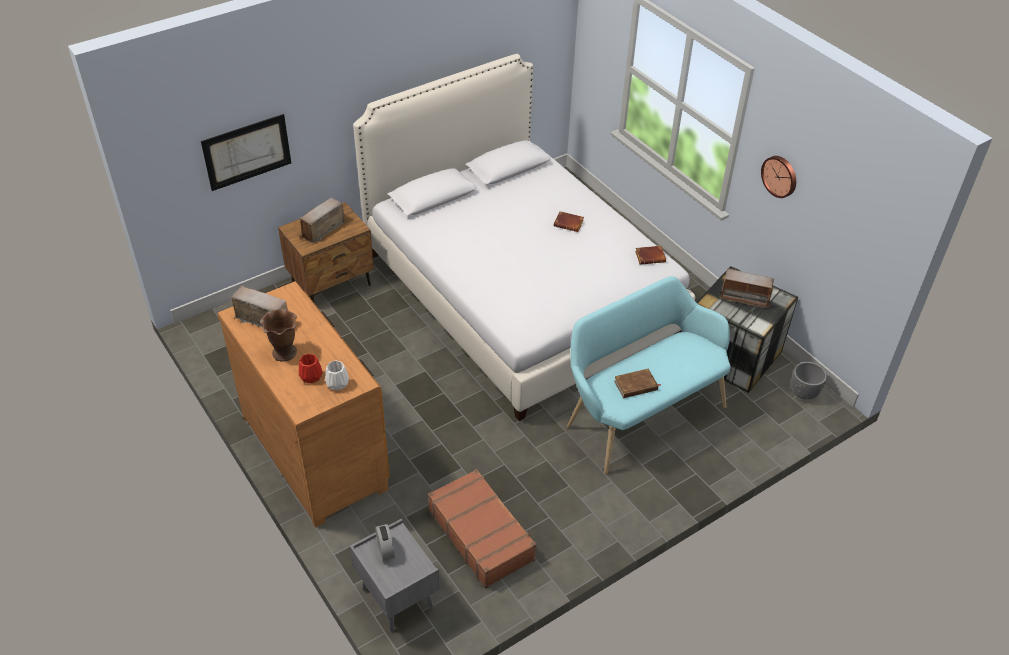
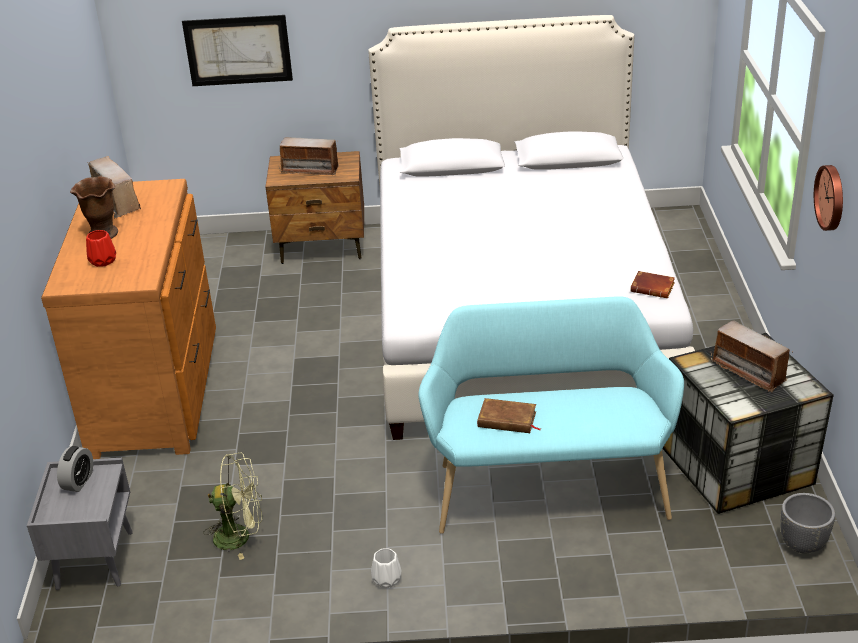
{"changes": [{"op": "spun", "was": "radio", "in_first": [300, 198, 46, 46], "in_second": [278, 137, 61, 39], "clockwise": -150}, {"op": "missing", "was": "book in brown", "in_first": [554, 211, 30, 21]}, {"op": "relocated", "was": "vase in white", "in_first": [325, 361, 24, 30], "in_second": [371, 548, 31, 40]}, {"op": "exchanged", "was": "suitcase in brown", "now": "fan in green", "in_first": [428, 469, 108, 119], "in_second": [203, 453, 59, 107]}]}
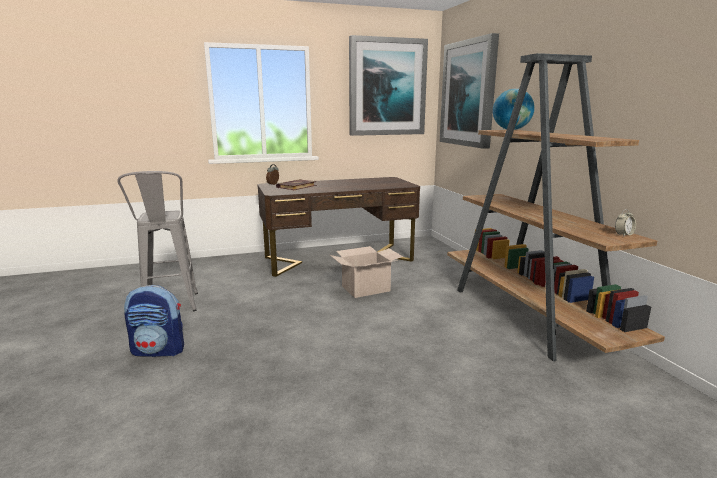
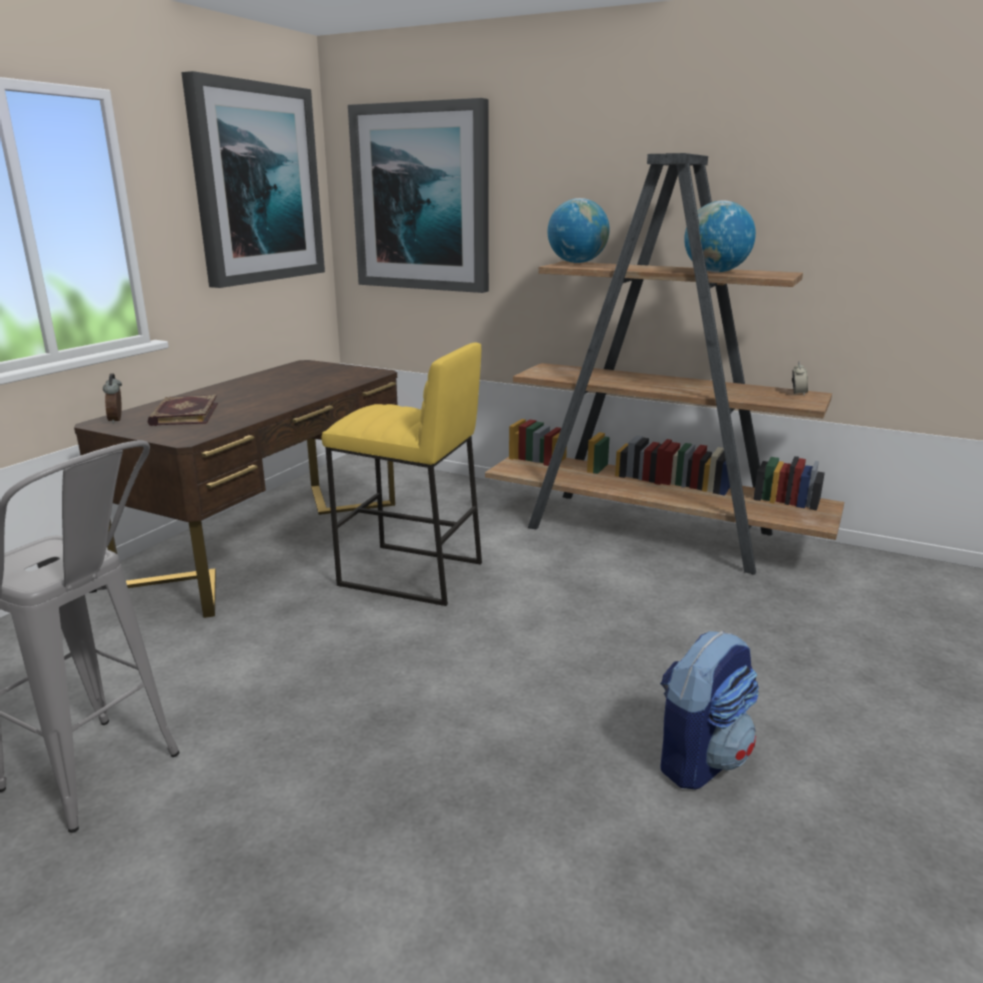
{"changes": [{"op": "exchanged", "was": "cardboard box", "now": "stool in yellow", "in_first": [330, 246, 73, 52], "in_second": [321, 343, 161, 263]}, {"op": "relocated", "was": "backpack", "in_first": [124, 285, 60, 72], "in_second": [660, 631, 99, 158]}, {"op": "appeared", "now": "globe", "in_second": [684, 200, 72, 72]}]}
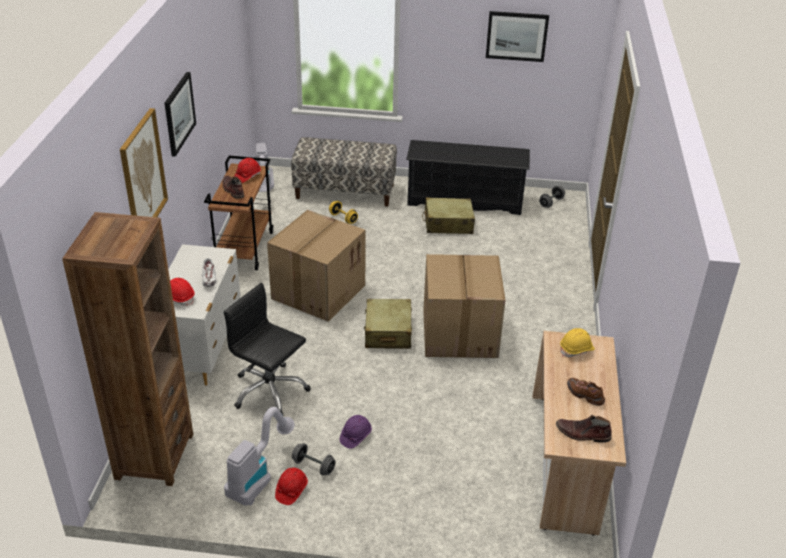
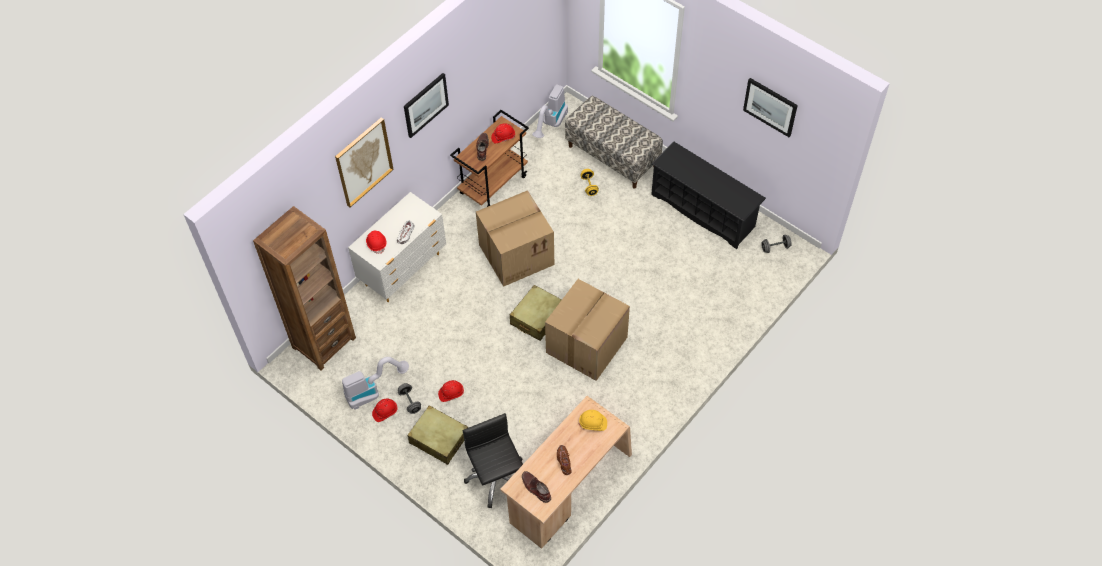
{"changes": [{"op": "relocated", "was": "suitcase in beige", "in_first": [422, 197, 53, 37], "in_second": [408, 405, 60, 60]}, {"op": "relocated", "was": "office chair in black", "in_first": [224, 283, 87, 132], "in_second": [463, 413, 60, 95]}, {"op": "colour", "was": "hard hat in purple", "now": "hard hat in red", "in_first": [339, 415, 33, 34], "in_second": [438, 380, 26, 22]}]}
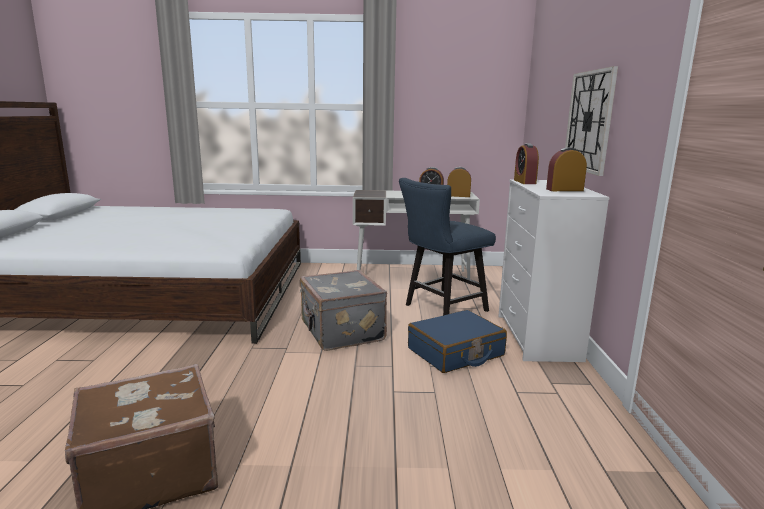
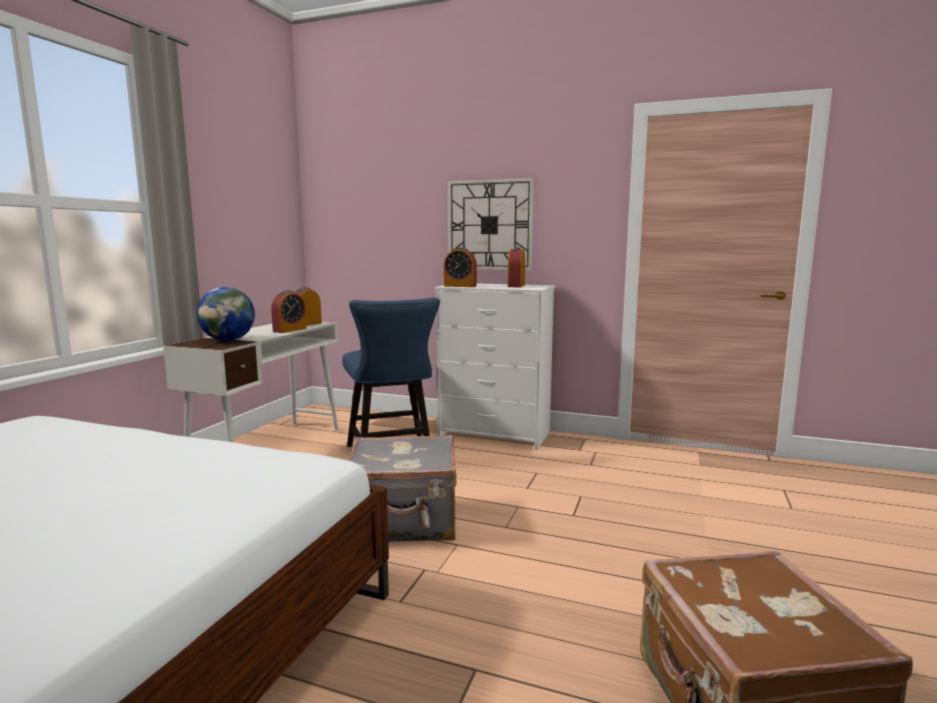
{"changes": [{"op": "missing", "was": "suitcase in blue", "in_first": [408, 310, 99, 63]}, {"op": "appeared", "now": "globe", "in_second": [196, 287, 59, 54]}]}
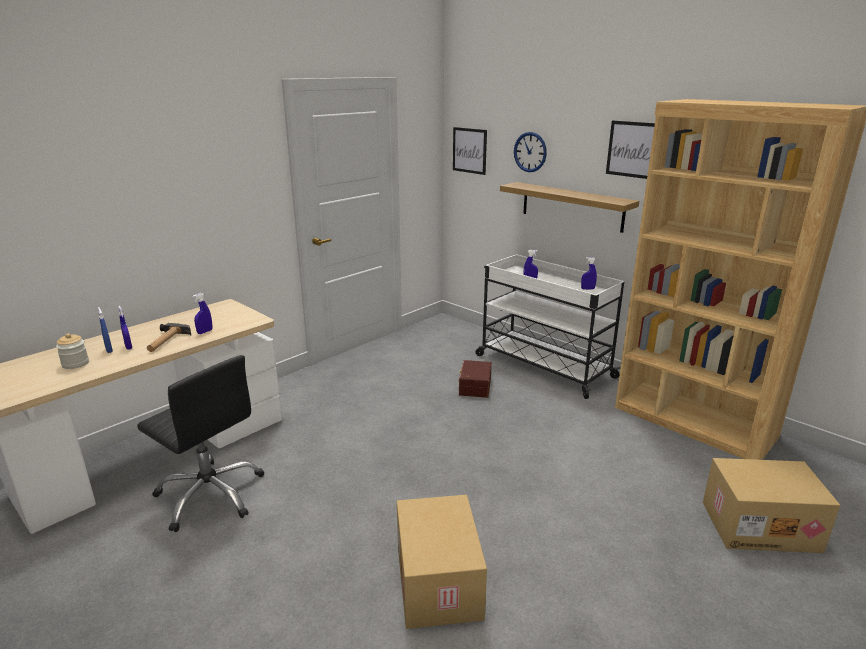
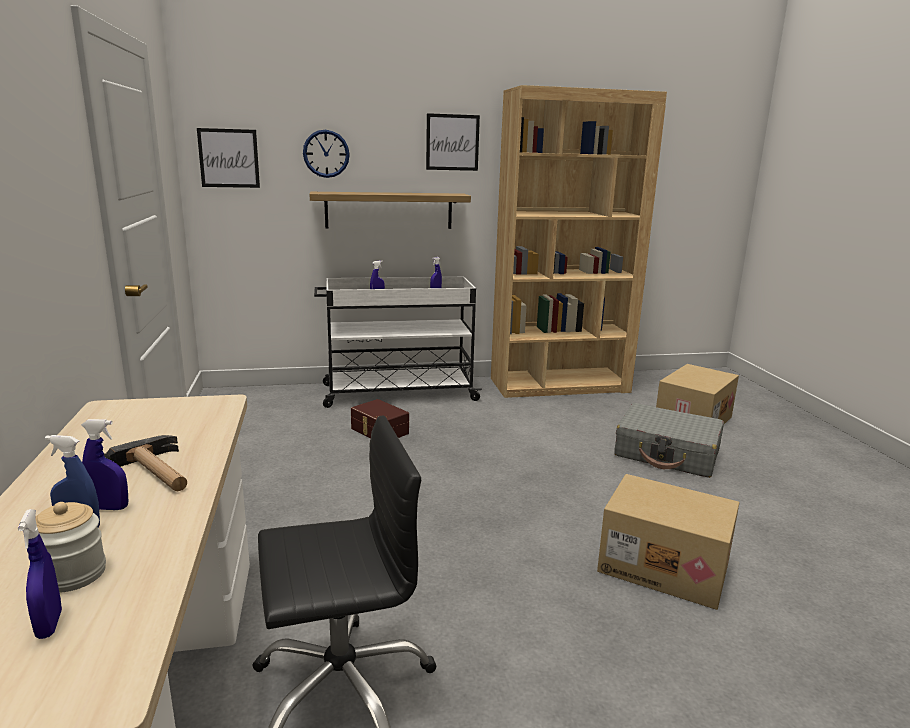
{"changes": [{"op": "relocated", "was": "spray bottle in blue", "in_first": [192, 293, 20, 41], "in_second": [18, 509, 44, 130]}, {"op": "appeared", "now": "suitcase in grey", "in_second": [614, 403, 110, 75]}]}
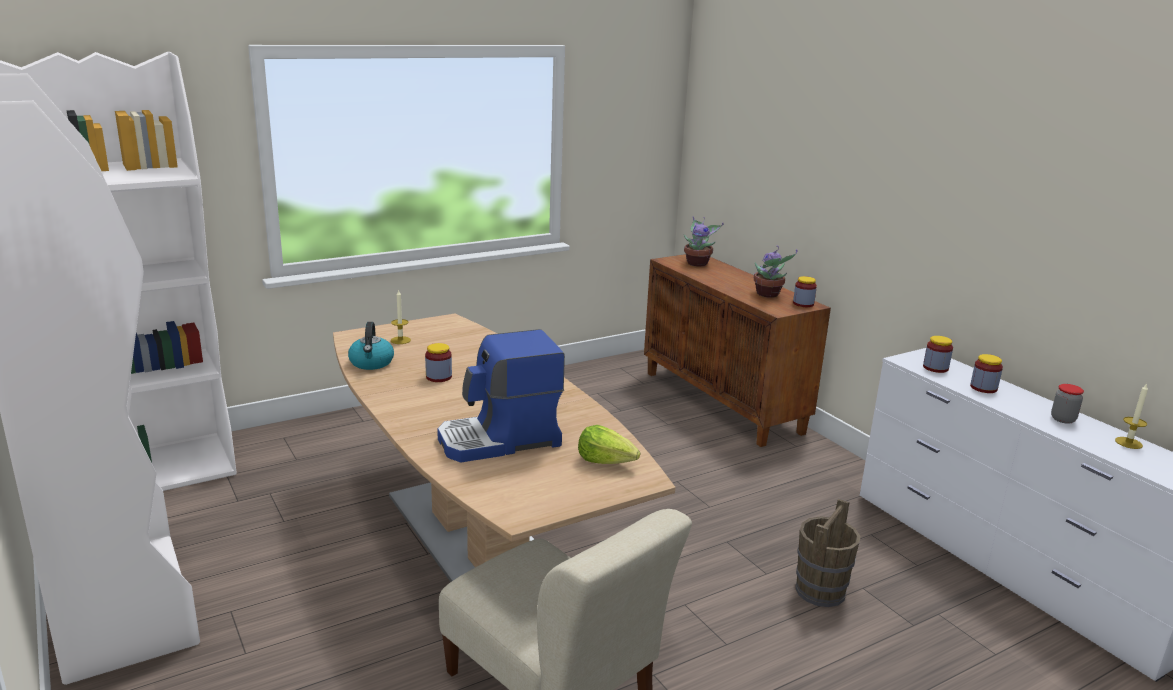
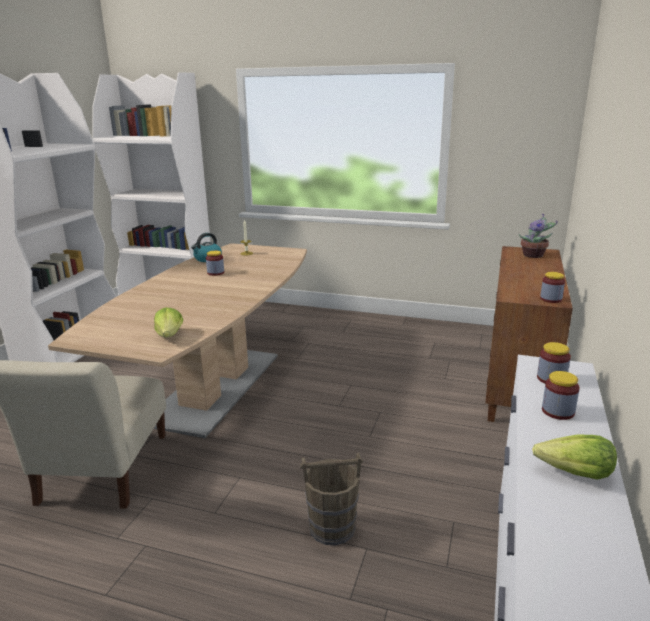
{"changes": [{"op": "missing", "was": "potted plant", "in_first": [754, 246, 44, 52]}, {"op": "missing", "was": "coffee machine", "in_first": [437, 329, 128, 133]}, {"op": "missing", "was": "candle", "in_first": [1115, 383, 33, 66]}, {"op": "exchanged", "was": "jar", "now": "lettuce", "in_first": [1051, 384, 33, 40], "in_second": [532, 435, 85, 45]}]}
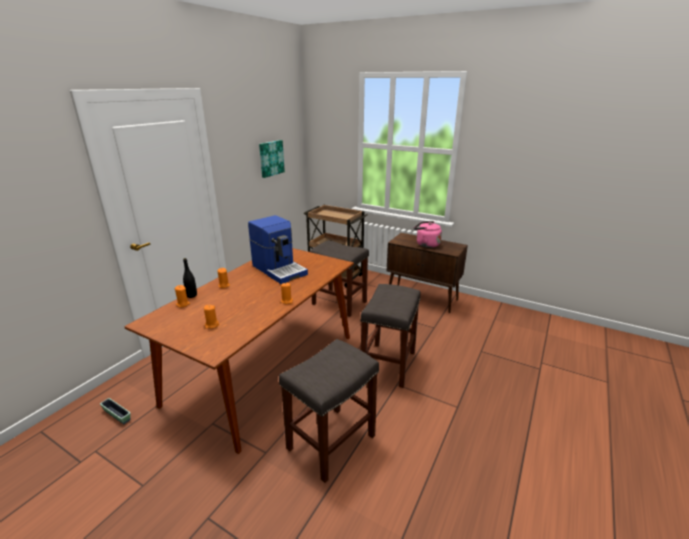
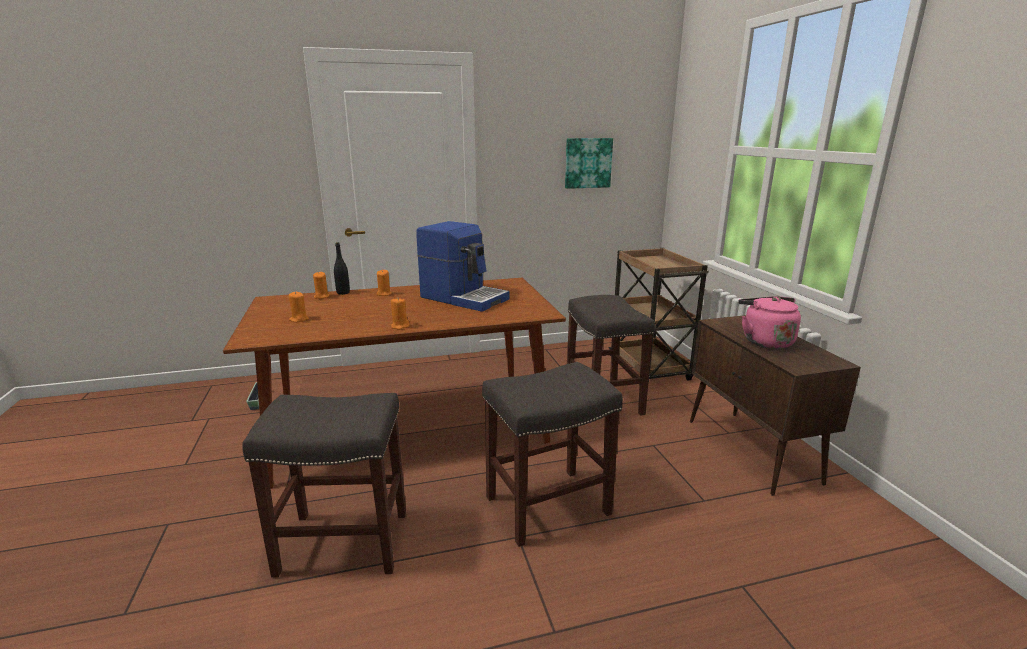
{"changes": [{"op": "spun", "was": "coffee machine", "in_first": [248, 215, 60, 69], "in_second": [416, 221, 93, 91], "clockwise": -60}]}
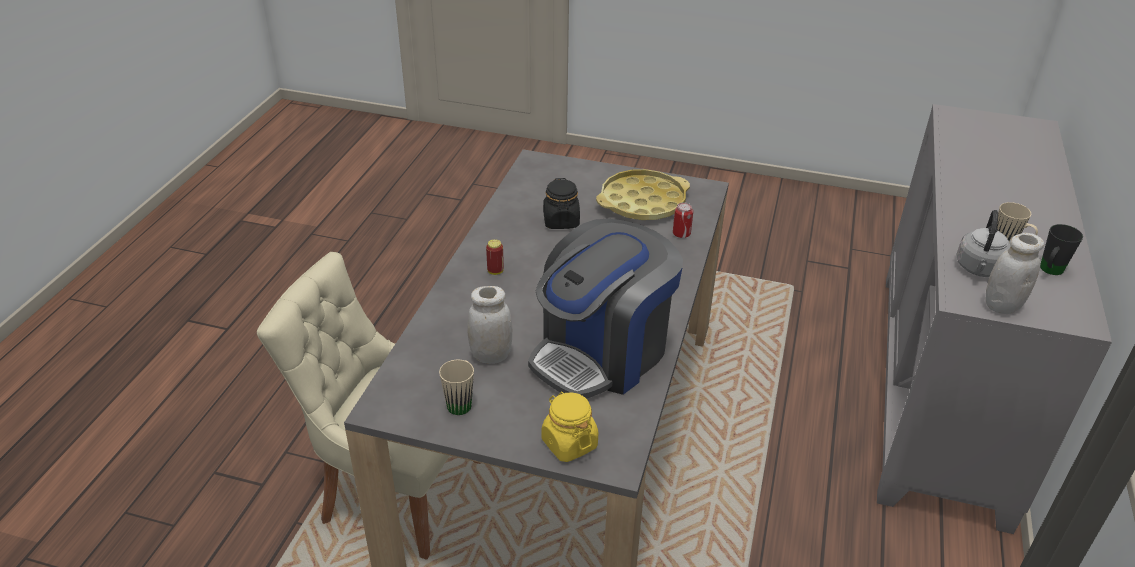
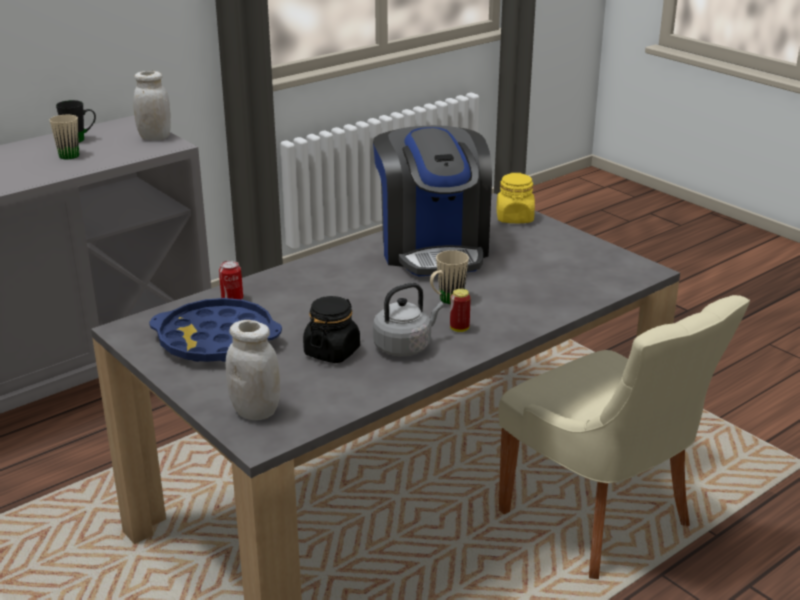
{"changes": [{"op": "colour", "was": "tray in yellow", "now": "tray in blue", "in_first": [596, 169, 94, 51], "in_second": [149, 298, 133, 64]}, {"op": "relocated", "was": "kettle in grey", "in_first": [956, 210, 54, 67], "in_second": [373, 283, 71, 73]}, {"op": "spun", "was": "coffee machine", "in_first": [528, 218, 155, 181], "in_second": [373, 125, 119, 151], "clockwise": 90}, {"op": "relocated", "was": "jar in white", "in_first": [468, 286, 44, 78], "in_second": [226, 320, 54, 100]}, {"op": "relocated", "was": "mug in beige", "in_first": [439, 359, 35, 56], "in_second": [430, 250, 39, 54]}]}
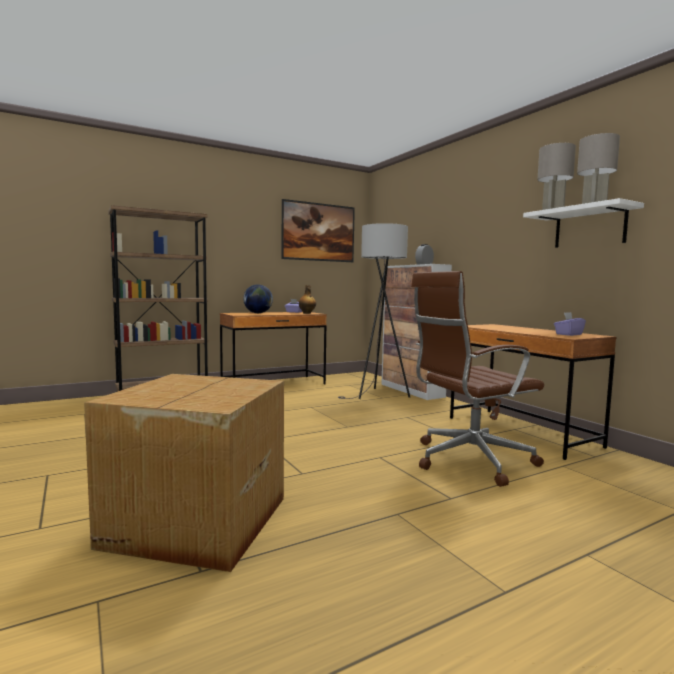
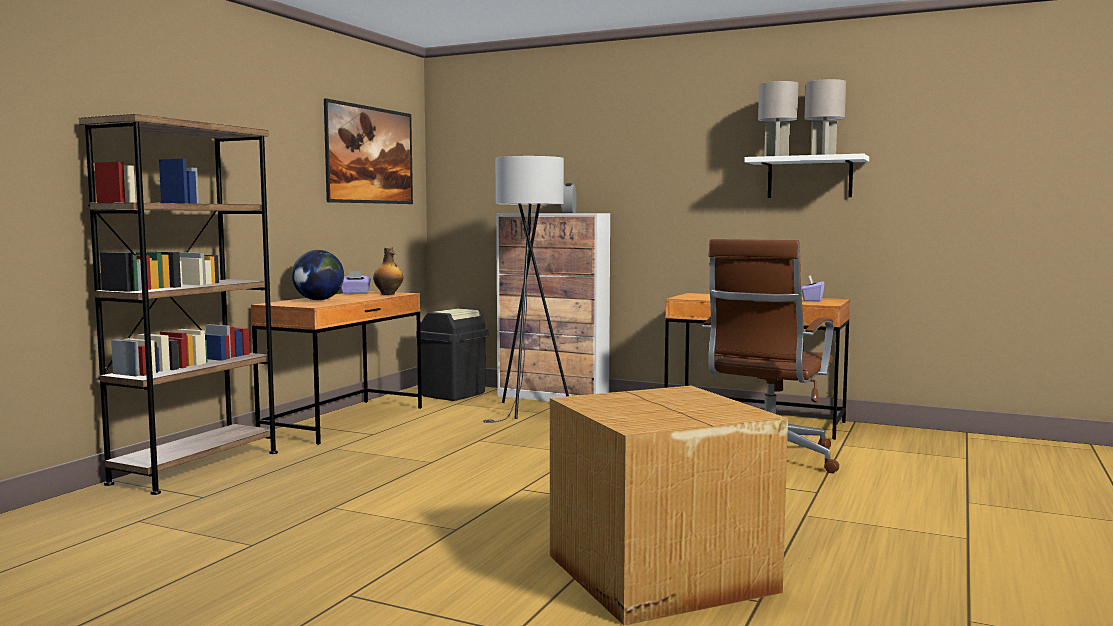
{"changes": [{"op": "appeared", "now": "trash can in black", "in_second": [416, 308, 72, 93]}]}
